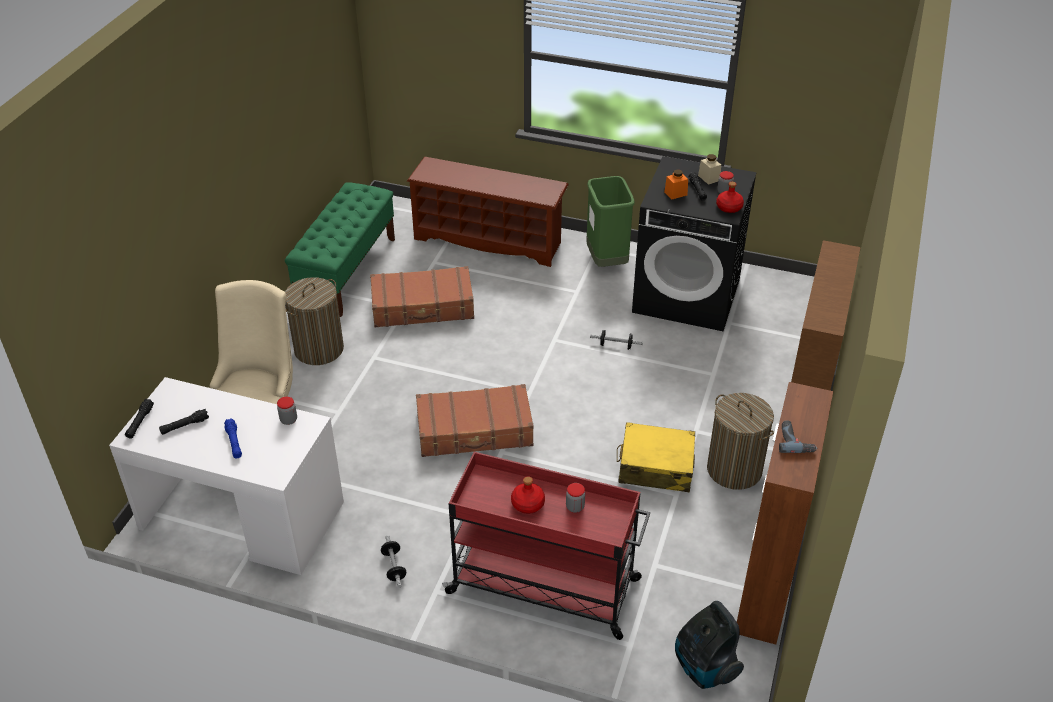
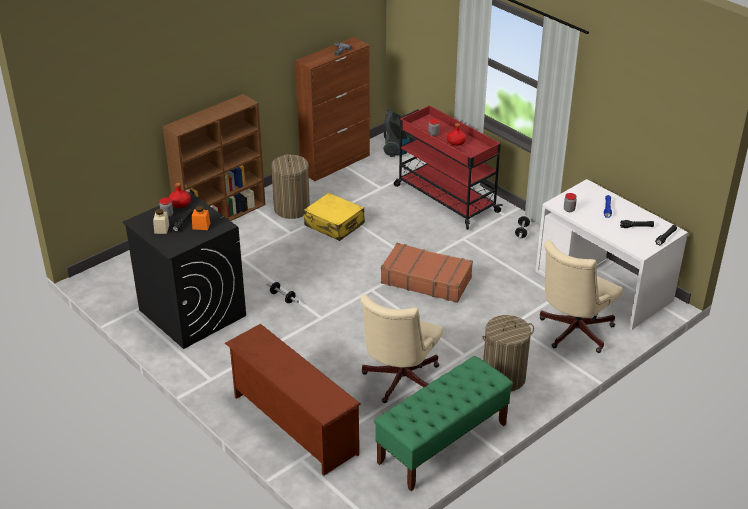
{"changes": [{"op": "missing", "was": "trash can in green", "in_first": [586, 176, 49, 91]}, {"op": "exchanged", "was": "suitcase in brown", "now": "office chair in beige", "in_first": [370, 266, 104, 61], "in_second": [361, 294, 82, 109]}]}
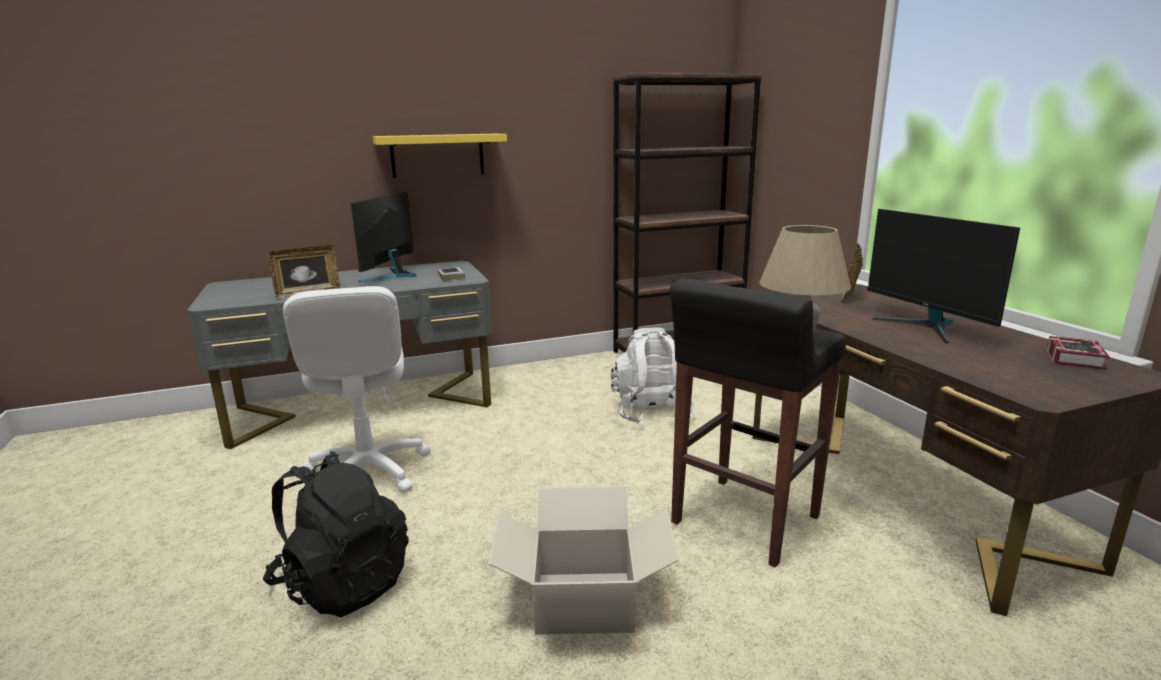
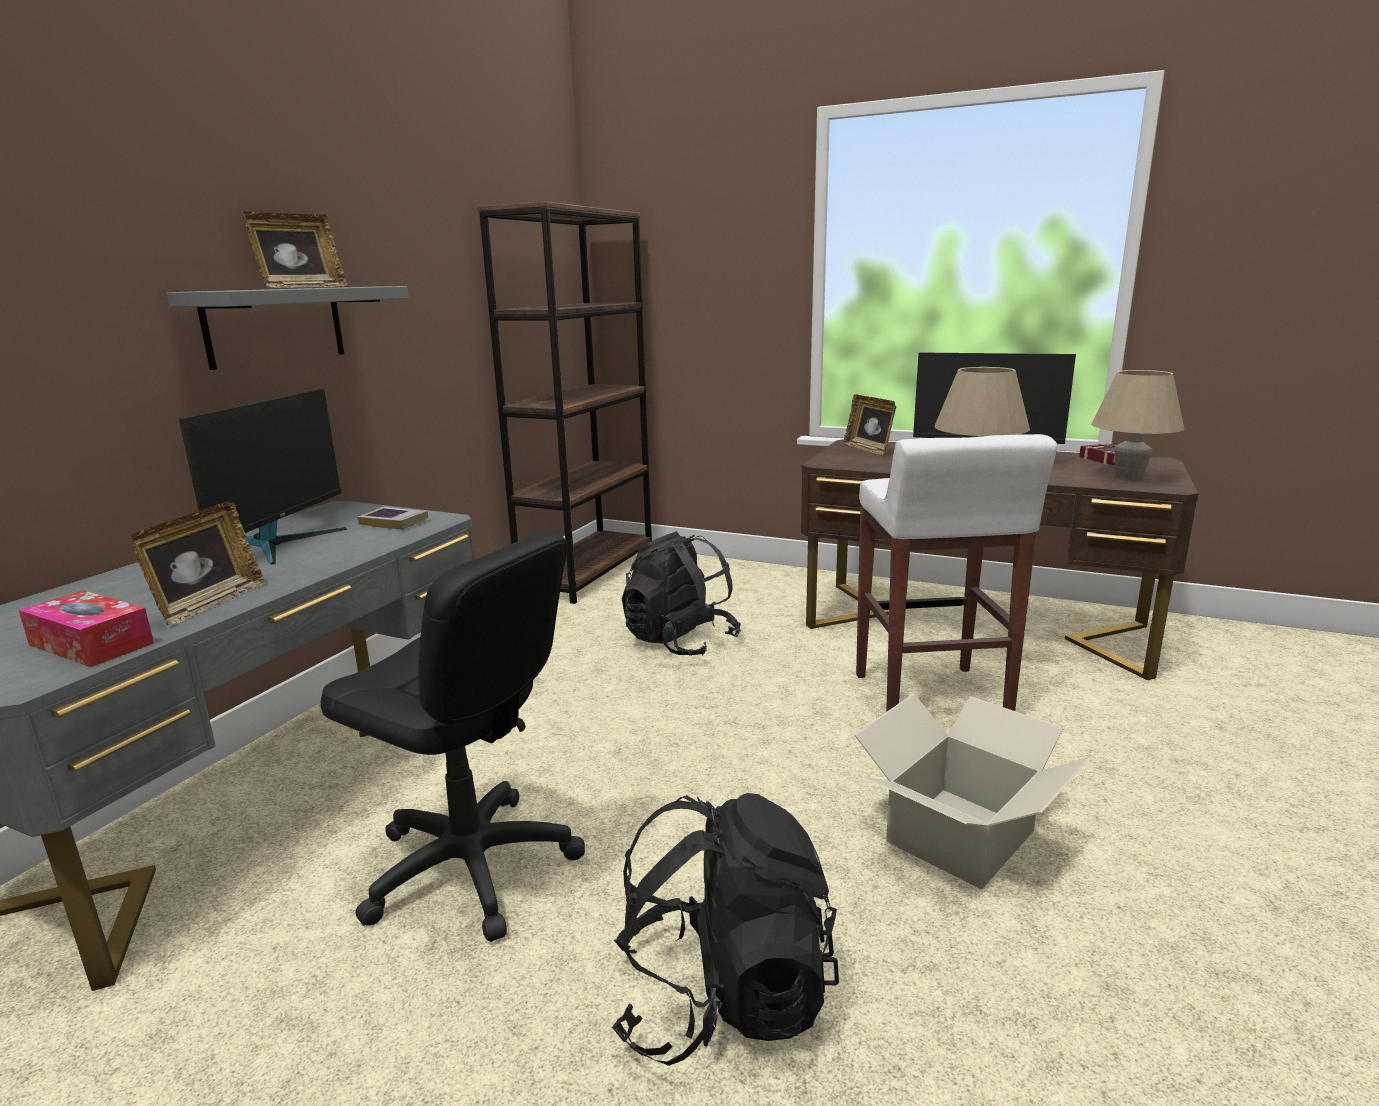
{"changes": [{"op": "colour", "was": "shelf in yellow", "now": "shelf in grey", "in_first": [373, 134, 134, 44], "in_second": [167, 286, 242, 84]}, {"op": "spun", "was": "monitor", "in_first": [351, 191, 65, 91], "in_second": [179, 389, 168, 175], "clockwise": -135}, {"op": "colour", "was": "stool in black", "now": "stool in white", "in_first": [670, 278, 176, 290], "in_second": [856, 434, 201, 278]}, {"op": "colour", "was": "office chair in white", "now": "office chair in black", "in_first": [283, 286, 148, 207], "in_second": [320, 532, 265, 410]}, {"op": "colour", "was": "backpack in white", "now": "backpack in black", "in_first": [611, 327, 83, 97], "in_second": [622, 531, 119, 125]}, {"op": "appeared", "now": "picture frame", "in_second": [243, 211, 105, 77]}, {"op": "appeared", "now": "table lamp in beige", "in_second": [1091, 370, 93, 110]}, {"op": "appeared", "now": "tissue box", "in_second": [19, 590, 135, 77]}]}
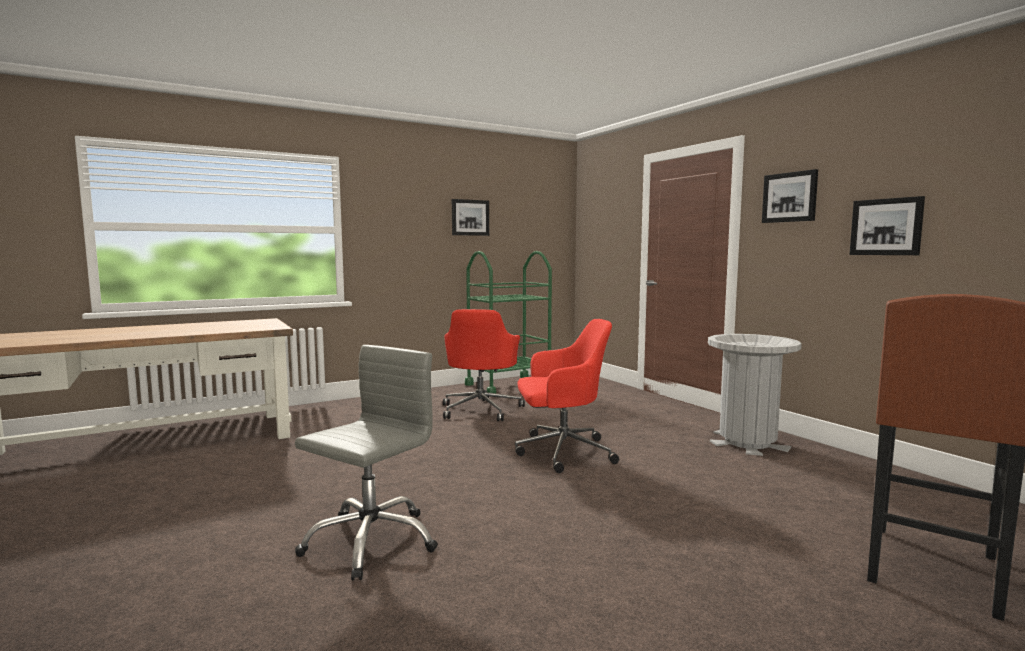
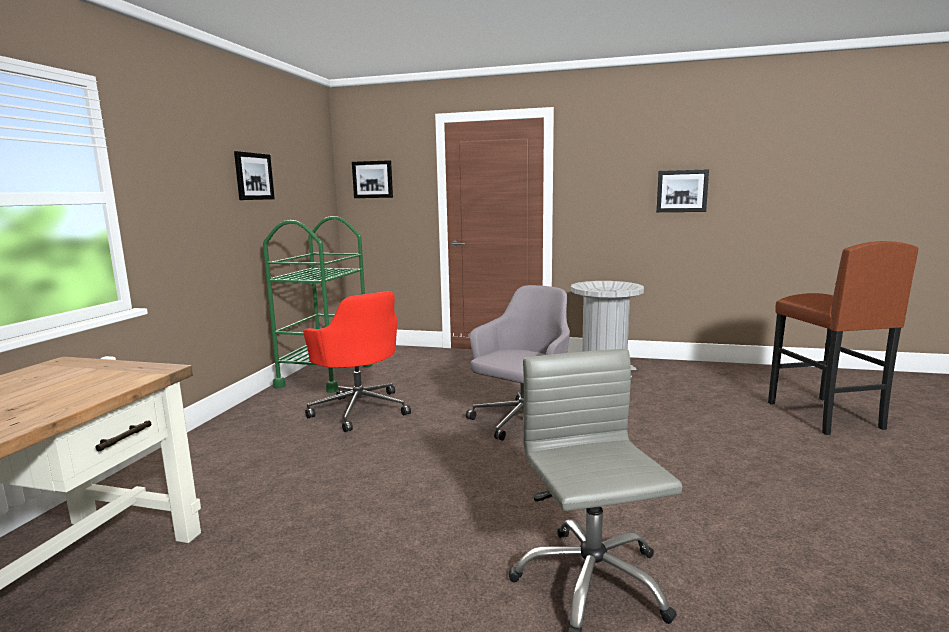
{"changes": [{"op": "relocated", "was": "picture", "in_first": [762, 169, 56, 54], "in_second": [352, 160, 41, 38]}, {"op": "colour", "was": "office chair in red", "now": "office chair in grey", "in_first": [515, 319, 104, 154], "in_second": [466, 285, 104, 156]}]}
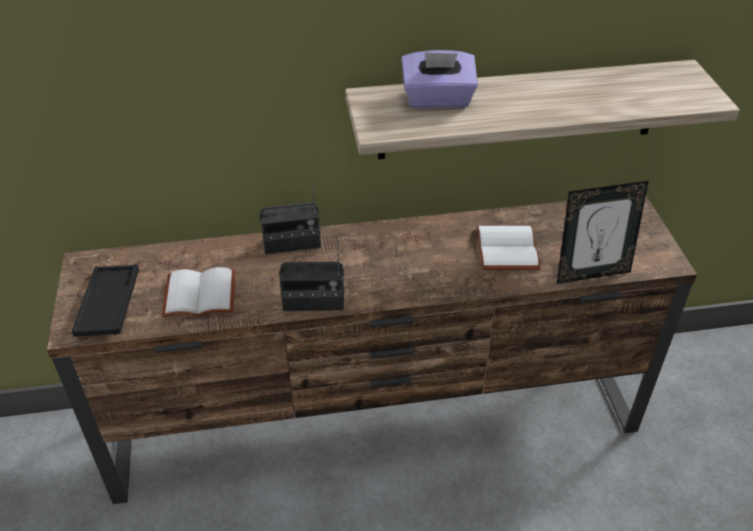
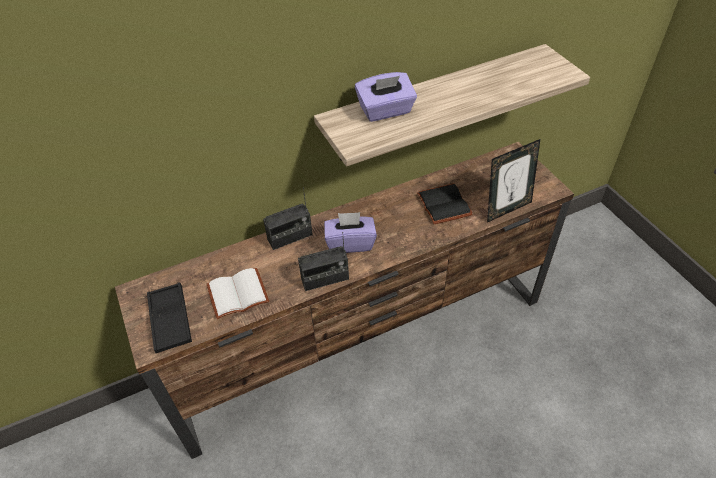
{"changes": [{"op": "colour", "was": "book in white", "now": "book in black", "in_first": [476, 225, 65, 45], "in_second": [417, 183, 56, 41]}, {"op": "appeared", "now": "tissue box in purple", "in_second": [324, 212, 53, 41]}]}
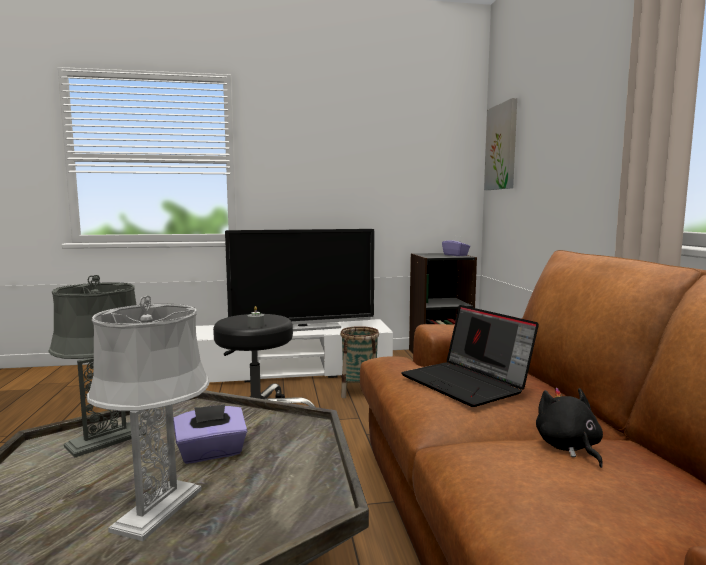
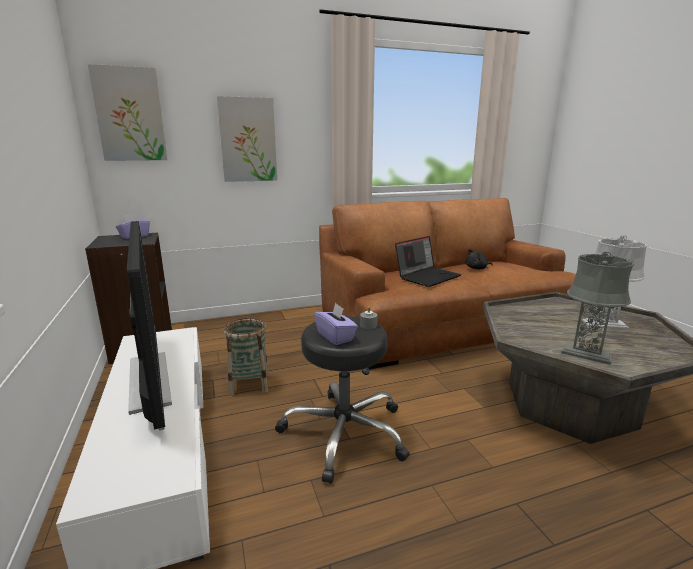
{"changes": [{"op": "relocated", "was": "tissue box in purple", "in_first": [173, 404, 74, 60], "in_second": [314, 303, 44, 42]}, {"op": "appeared", "now": "picture", "in_second": [217, 96, 60, 86]}]}
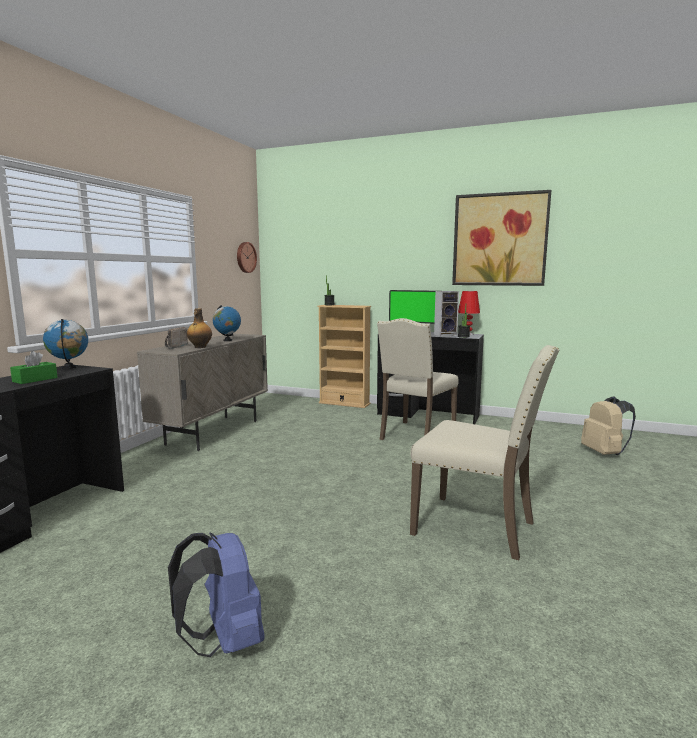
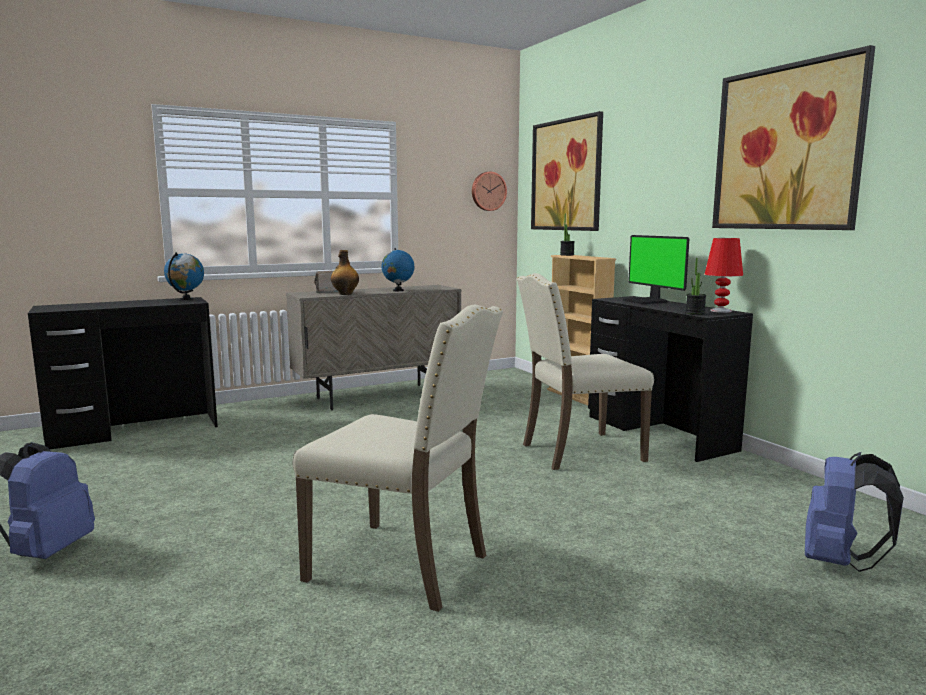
{"changes": [{"op": "missing", "was": "speaker", "in_first": [434, 291, 25, 45]}, {"op": "spun", "was": "chair in beige", "in_first": [410, 345, 150, 215], "in_second": [292, 305, 211, 307], "clockwise": -45}, {"op": "missing", "was": "tissue box in green", "in_first": [10, 351, 48, 33]}, {"op": "colour", "was": "backpack in beige", "now": "backpack in blue", "in_first": [581, 396, 55, 59], "in_second": [805, 452, 99, 120]}, {"op": "appeared", "now": "picture", "in_second": [531, 111, 72, 120]}]}
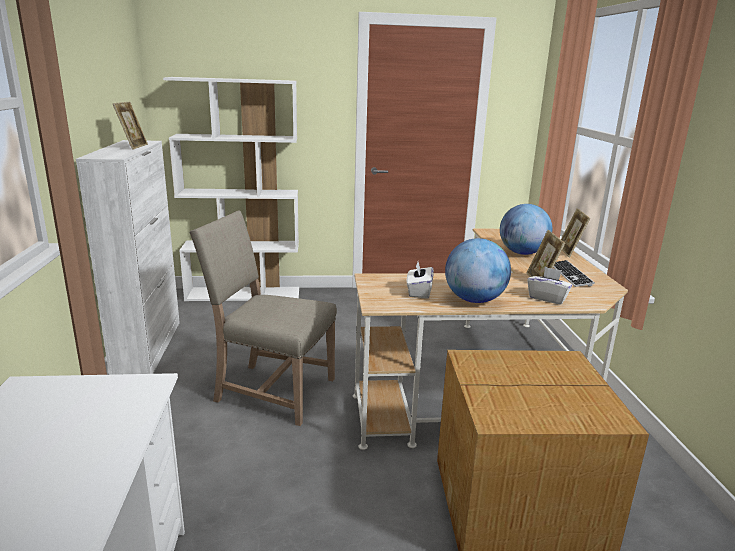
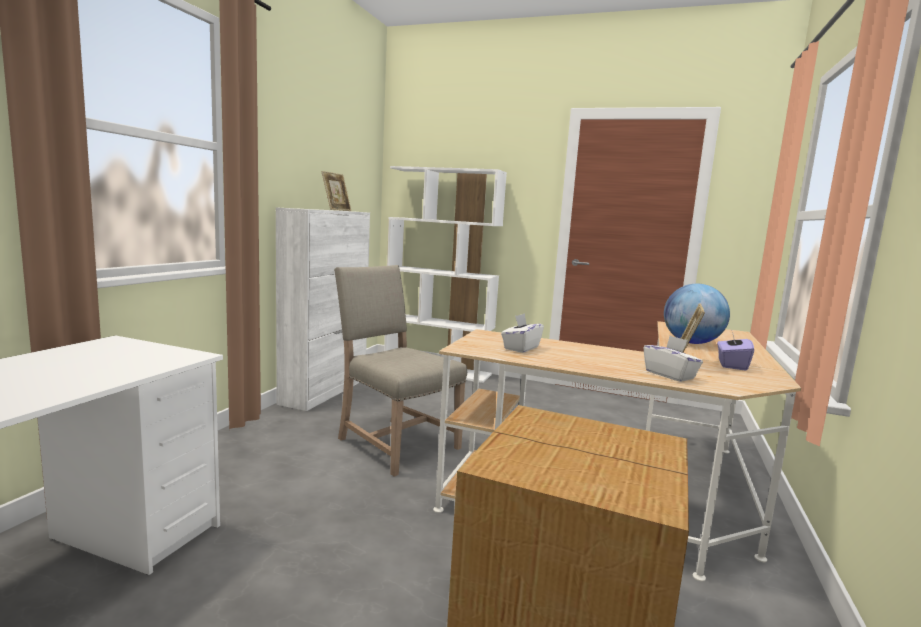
{"changes": [{"op": "missing", "was": "picture frame", "in_first": [561, 208, 29, 49]}, {"op": "missing", "was": "globe", "in_first": [445, 238, 66, 65]}, {"op": "exchanged", "was": "keyboard", "now": "tissue box in purple", "in_first": [553, 260, 42, 27], "in_second": [717, 332, 37, 39]}]}
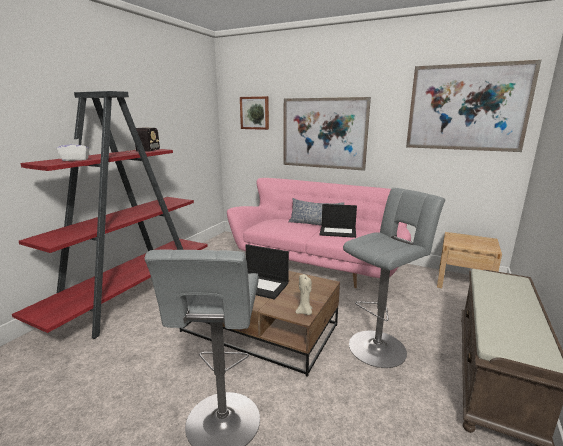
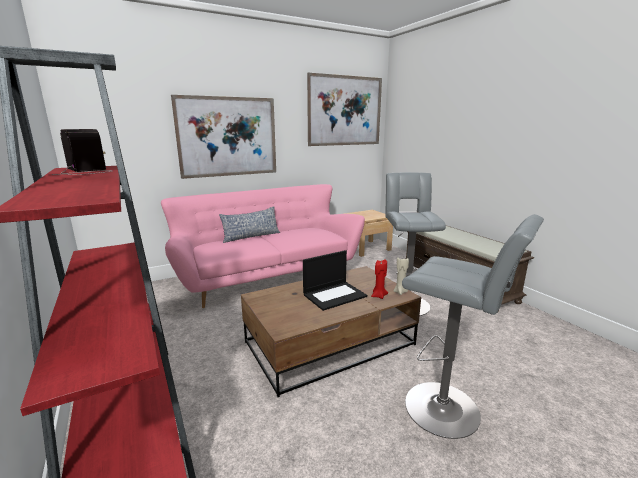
{"changes": [{"op": "missing", "was": "picture", "in_first": [240, 96, 29, 34]}, {"op": "missing", "was": "tissue box in white", "in_first": [56, 139, 33, 22]}, {"op": "missing", "was": "laptop", "in_first": [320, 204, 37, 34]}, {"op": "appeared", "now": "candle in red", "in_second": [371, 259, 17, 40]}]}
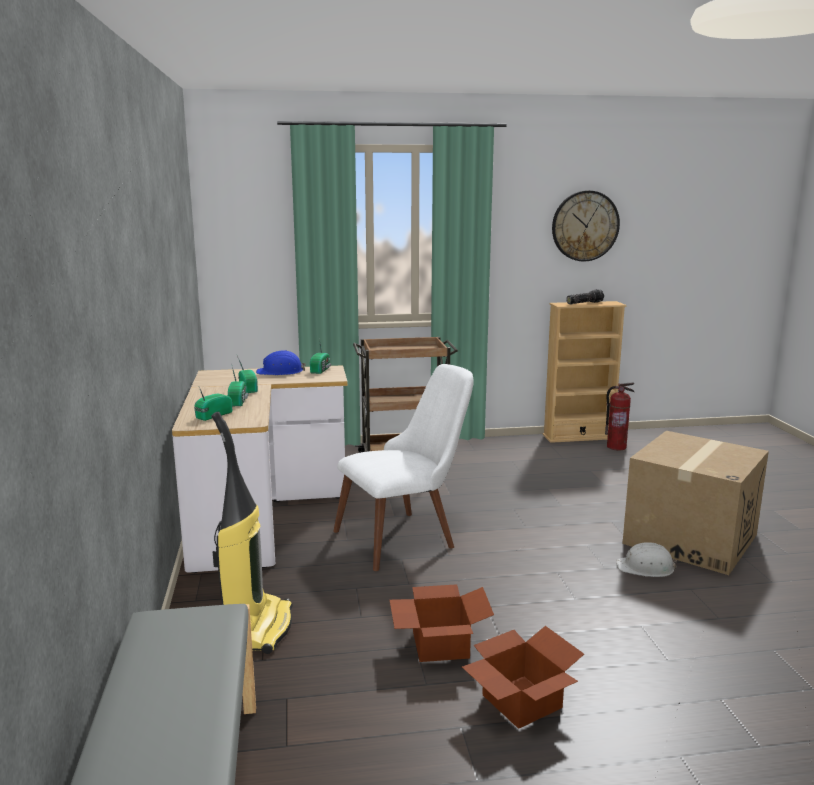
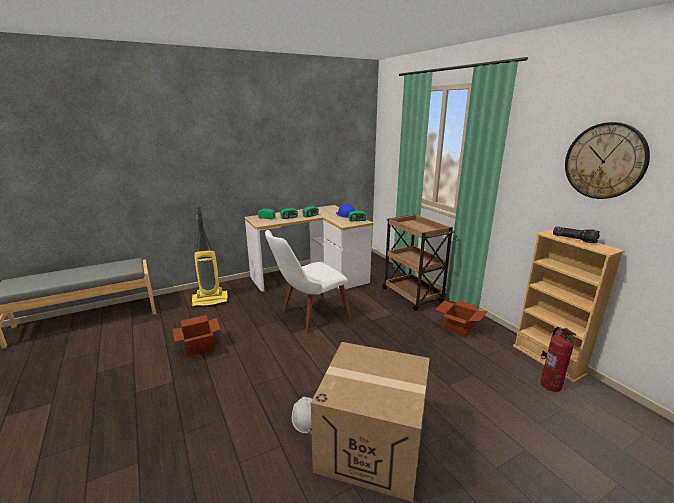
{"changes": [{"op": "spun", "was": "chair in white", "in_first": [333, 364, 141, 207], "in_second": [265, 230, 86, 103], "clockwise": 105}, {"op": "relocated", "was": "cardboard box", "in_first": [462, 626, 122, 103], "in_second": [435, 300, 53, 36]}]}
